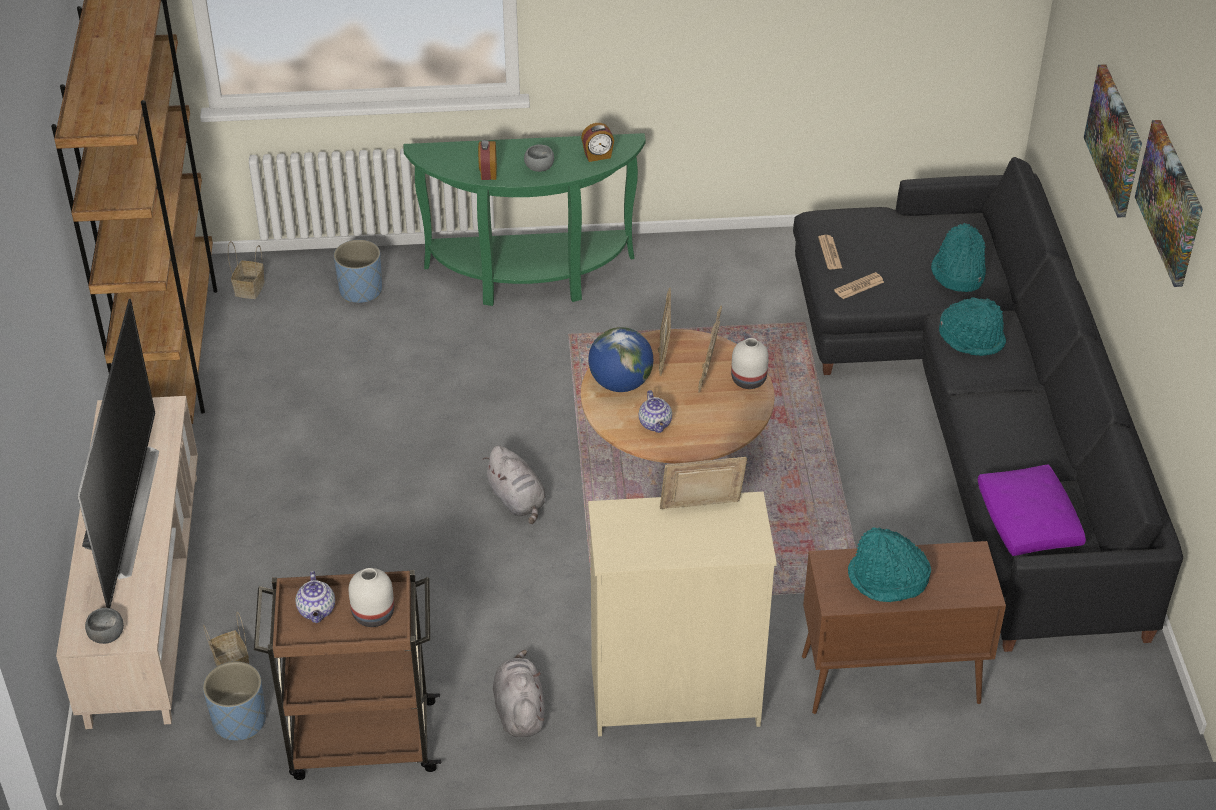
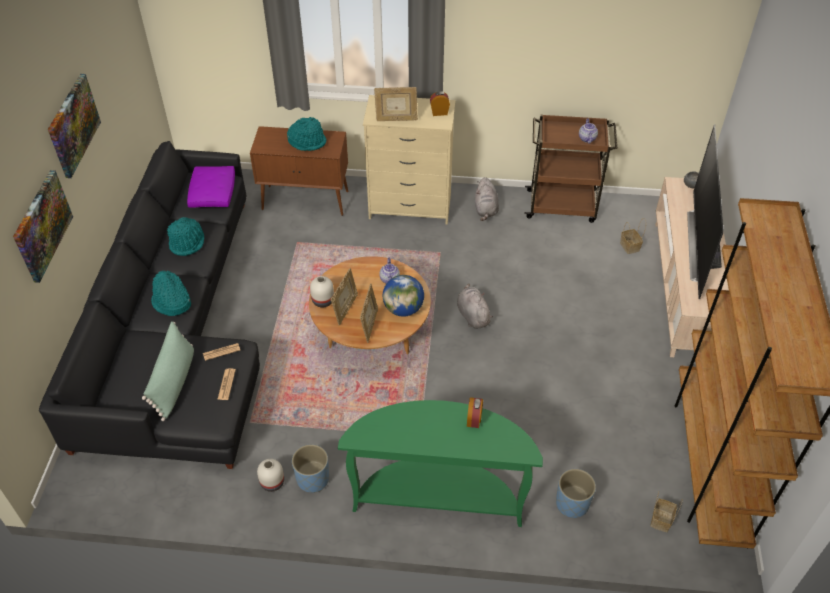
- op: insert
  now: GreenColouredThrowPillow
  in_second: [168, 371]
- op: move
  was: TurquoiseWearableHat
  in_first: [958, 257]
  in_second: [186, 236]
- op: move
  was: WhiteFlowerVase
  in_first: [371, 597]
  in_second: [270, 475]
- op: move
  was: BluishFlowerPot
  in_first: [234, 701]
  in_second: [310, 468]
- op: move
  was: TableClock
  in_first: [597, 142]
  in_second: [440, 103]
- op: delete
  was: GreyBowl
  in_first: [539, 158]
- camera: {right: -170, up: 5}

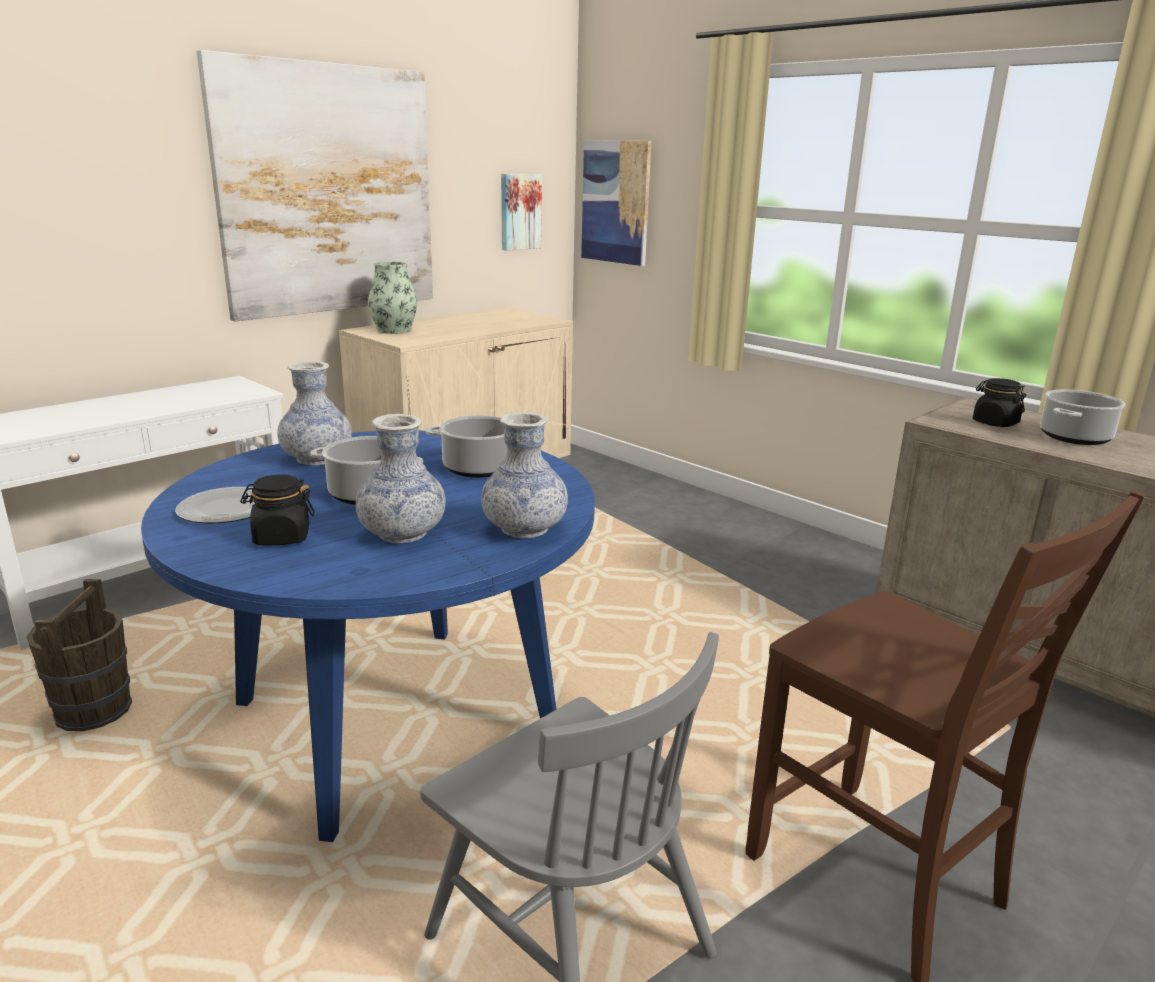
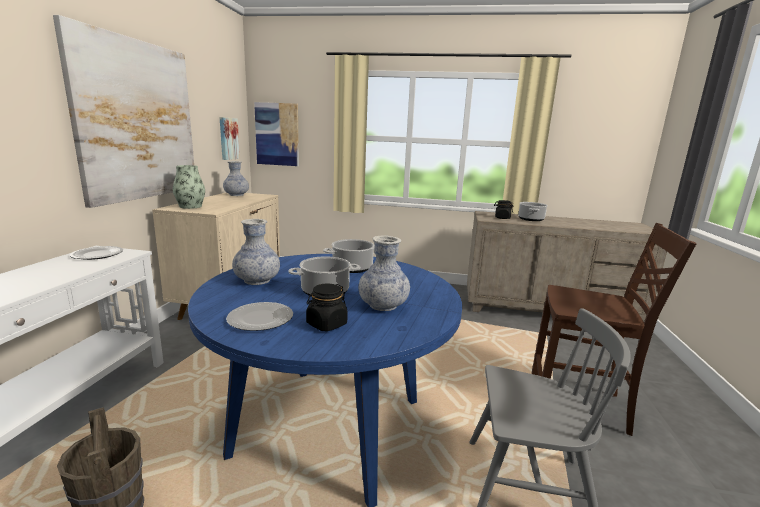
- op: insert
  now: Plate
  in_second: [96, 253]
- op: move
  was: FlowerVase
  in_first: [524, 475]
  in_second: [236, 178]
- camera: {right: -35, up: -5}

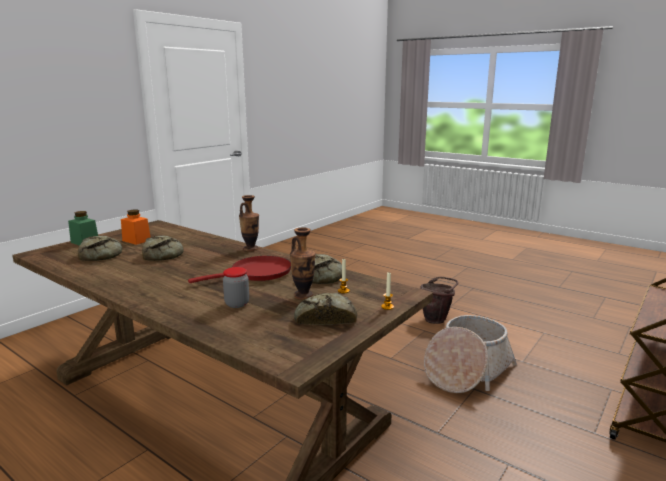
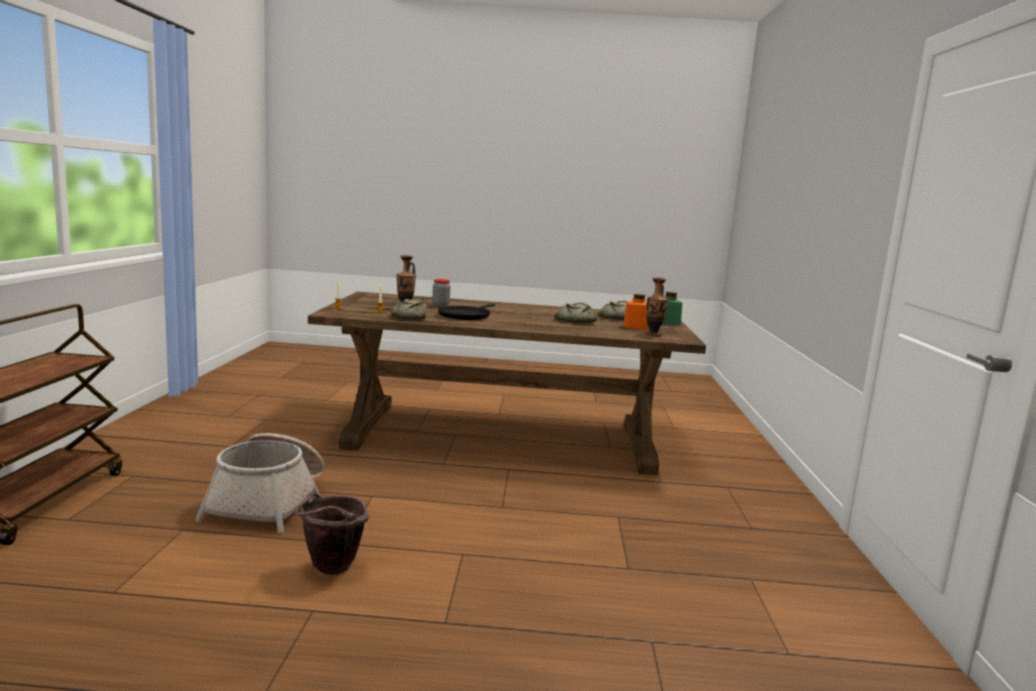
- op: recolor
  was: ReddishSkillet
  now: BlackishSkillet
  in_first: [239, 269]
  in_second: [466, 311]
- op: move
  was: FlowerVase
  in_first: [249, 223]
  in_second: [656, 306]
- op: delete
  was: BakeryBread
  in_first: [325, 309]
- camera: {right: 145, up: -5}

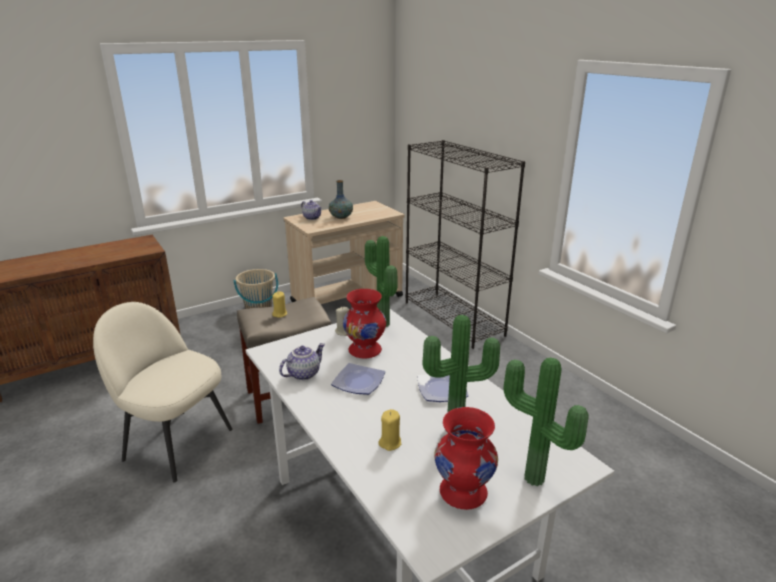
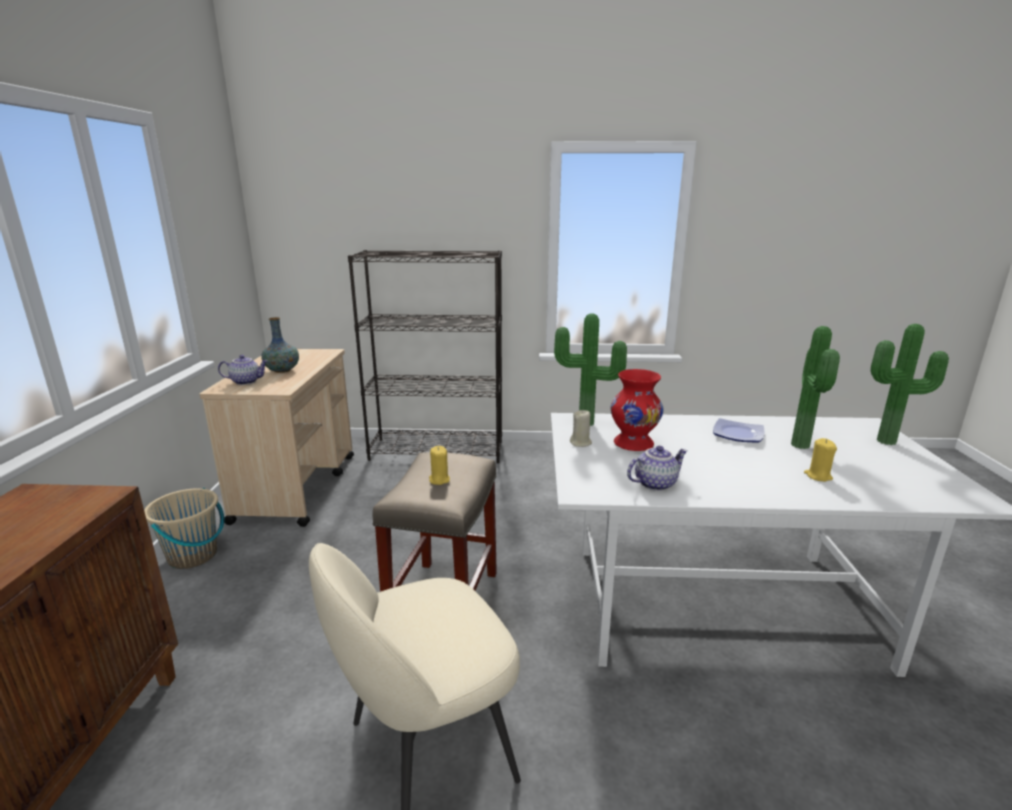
- op: rotate
  was: TeaPot
  in_first: [302, 361]
  in_second: [657, 468]
  clockwise: 75
- op: delete
  was: Plate
  in_first: [358, 379]
- op: delete
  was: ReddishFlowerVase
  in_first: [466, 458]
- camera: {right: -55, up: -5}

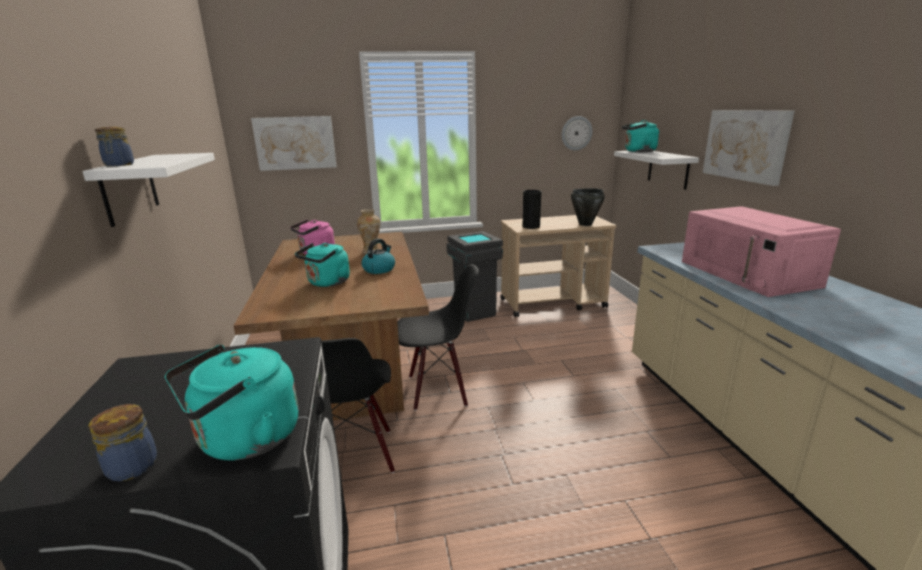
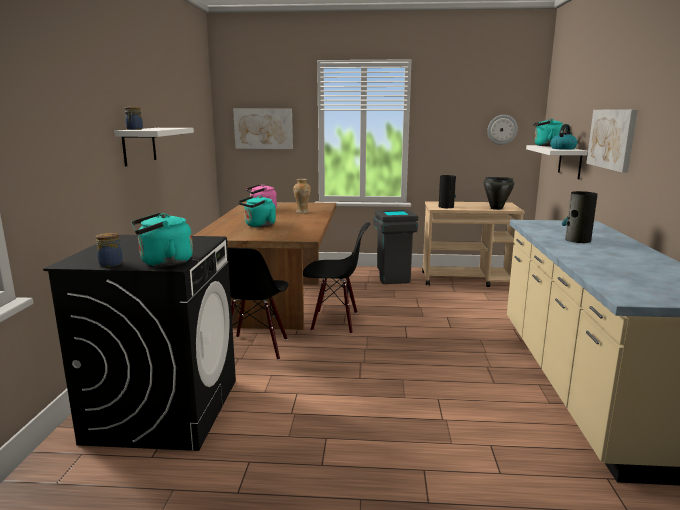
- op: move
  was: TeaKettle
  in_first: [378, 256]
  in_second: [564, 137]
- op: replace
  was: PinkKitchenMicrowave
  now: FlowerVase
  in_first: [761, 251]
  in_second: [580, 217]
- camera: {right: 15, up: -5}

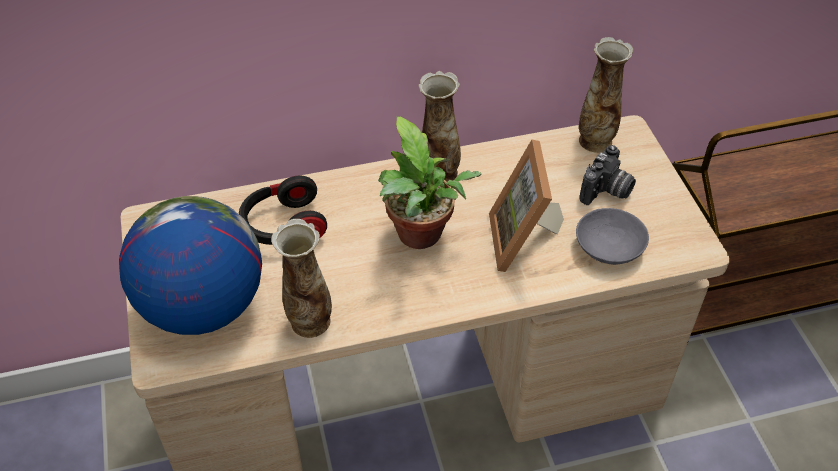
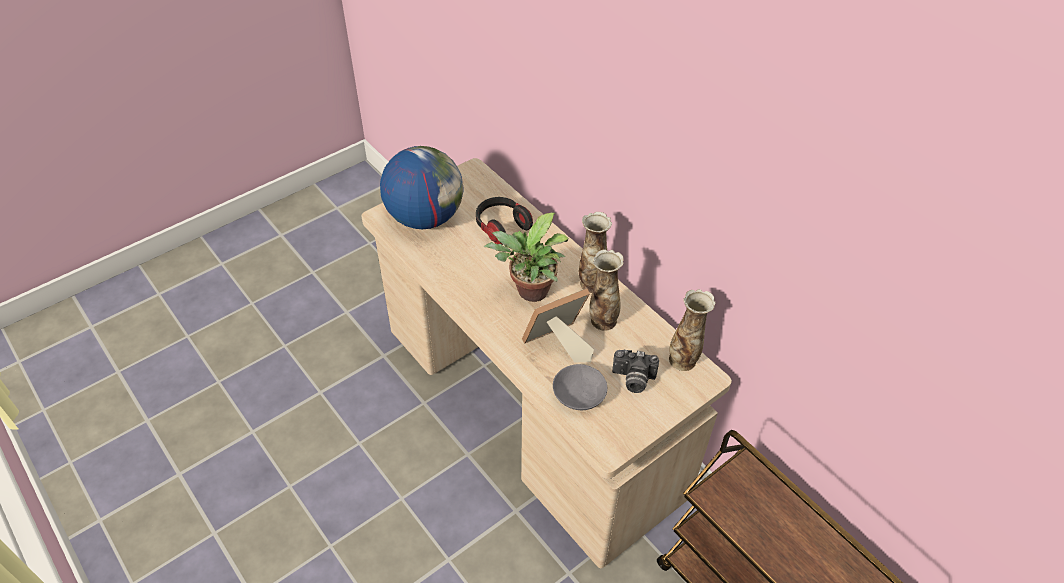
- op: move
  was: FlowerVase
  in_first: [301, 278]
  in_second: [606, 290]
- camera: {right: 65, up: 0}

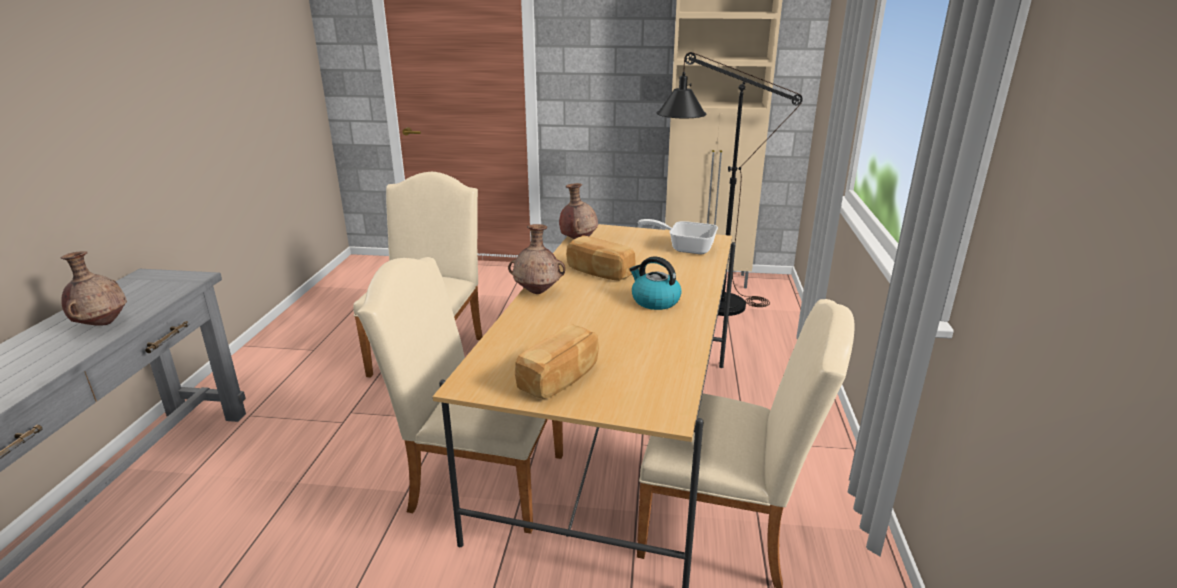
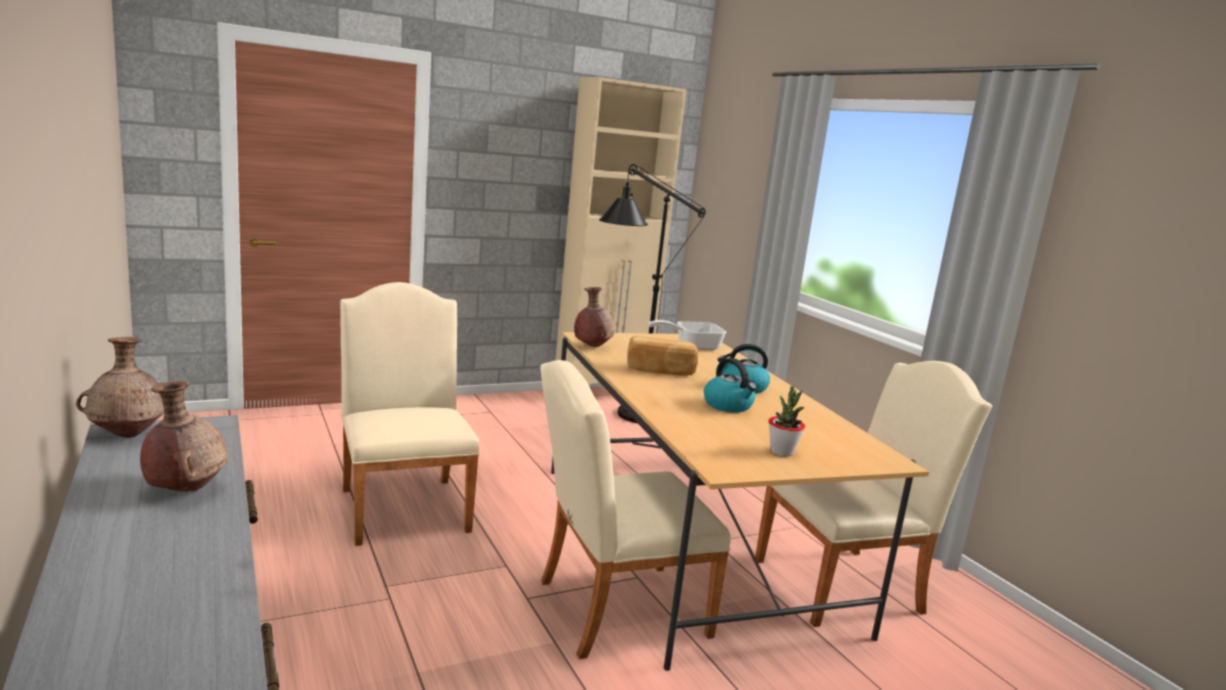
- op: move
  was: BrownishFlowerVase
  in_first: [536, 259]
  in_second: [120, 387]
- op: insert
  now: TeaKettle
  in_second: [730, 385]
- op: replace
  was: BakeryBread
  now: PottedPlant
  in_first: [557, 361]
  in_second: [786, 421]
- camera: {right: -35, up: -10}

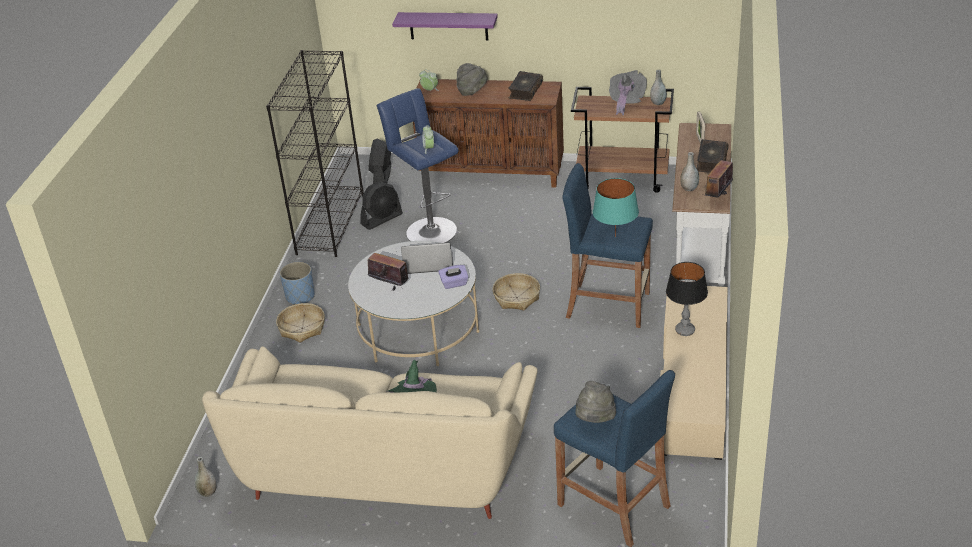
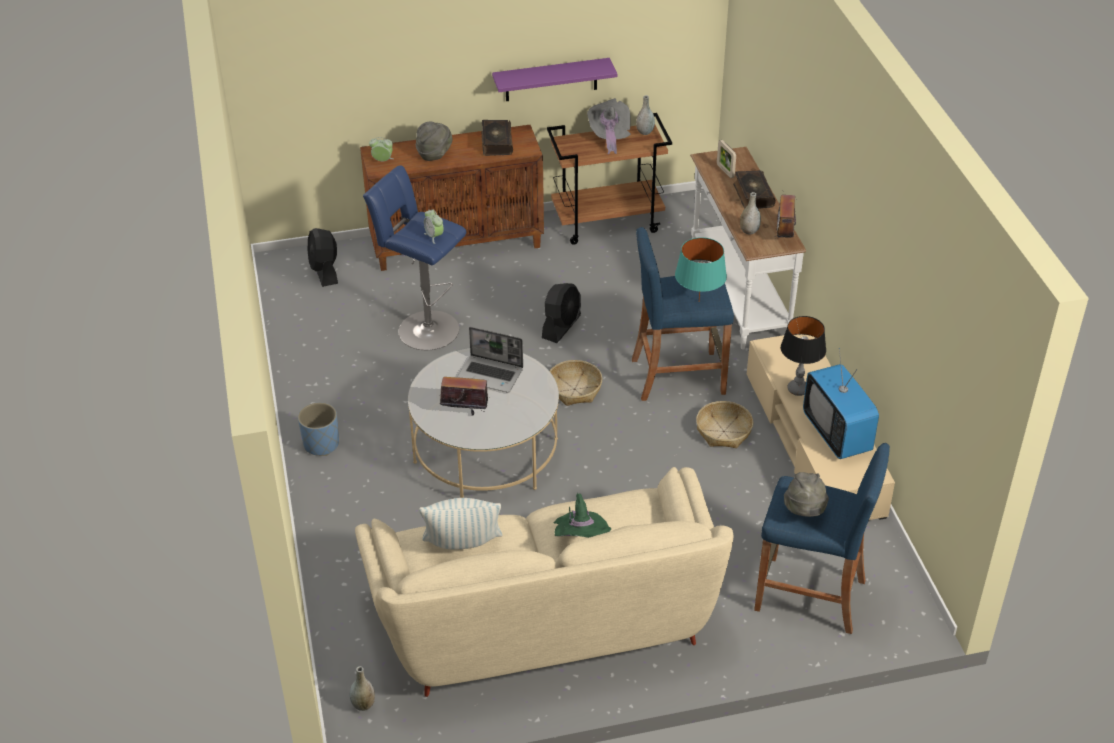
- op: insert
  now: ThrowPillow
  in_second: [460, 524]
- op: rotate
  was: PortableComputer
  in_first: [427, 258]
  in_second: [490, 360]
  clockwise: -135
- op: move
  was: PurpleBracketShelf
  in_first: [445, 26]
  in_second: [555, 79]
- op: move
  was: BlackishElectricFan
  in_first: [381, 206]
  in_second: [561, 313]
- op: move
  was: Basket
  in_first: [300, 323]
  in_second: [724, 424]
- op: insert
  now: TvSet
  in_second: [841, 403]
- op: delete
  was: BlackishBookshelf
  in_first: [315, 153]
- op: delete
  was: PurpleTissueHolder
  in_first: [453, 277]
- camera: {right: -25, up: 5}

